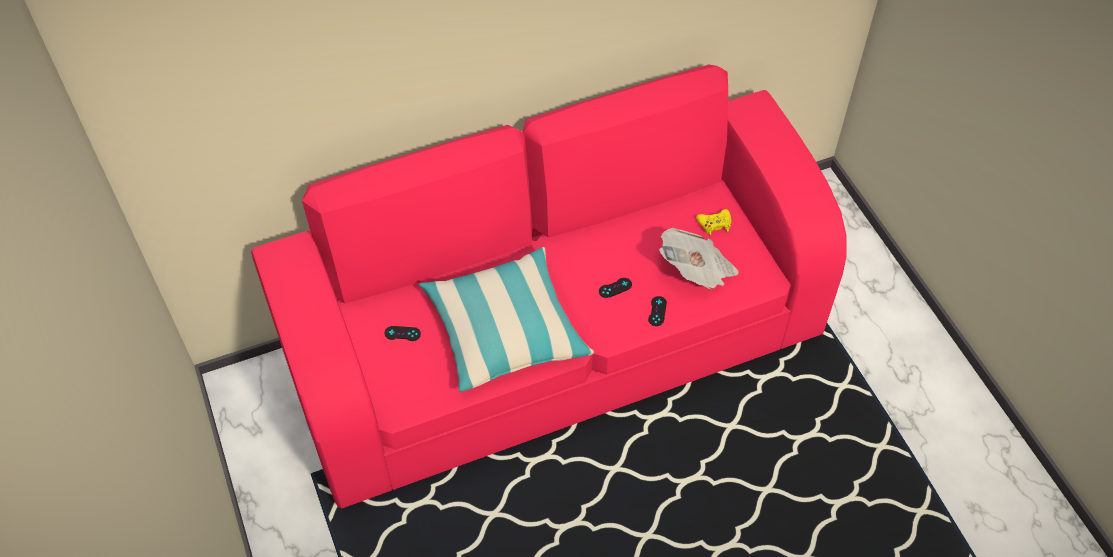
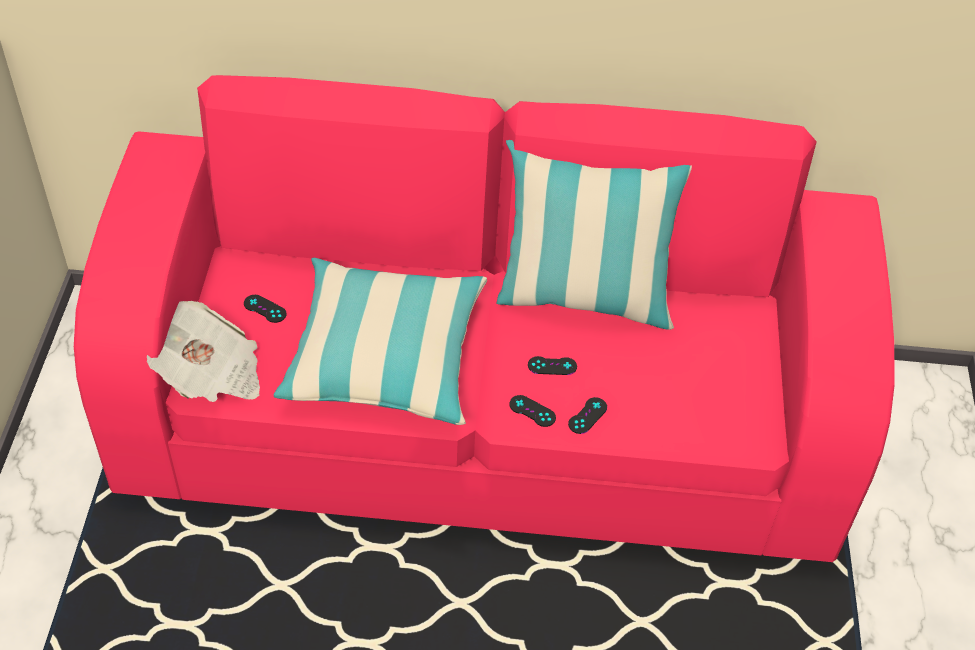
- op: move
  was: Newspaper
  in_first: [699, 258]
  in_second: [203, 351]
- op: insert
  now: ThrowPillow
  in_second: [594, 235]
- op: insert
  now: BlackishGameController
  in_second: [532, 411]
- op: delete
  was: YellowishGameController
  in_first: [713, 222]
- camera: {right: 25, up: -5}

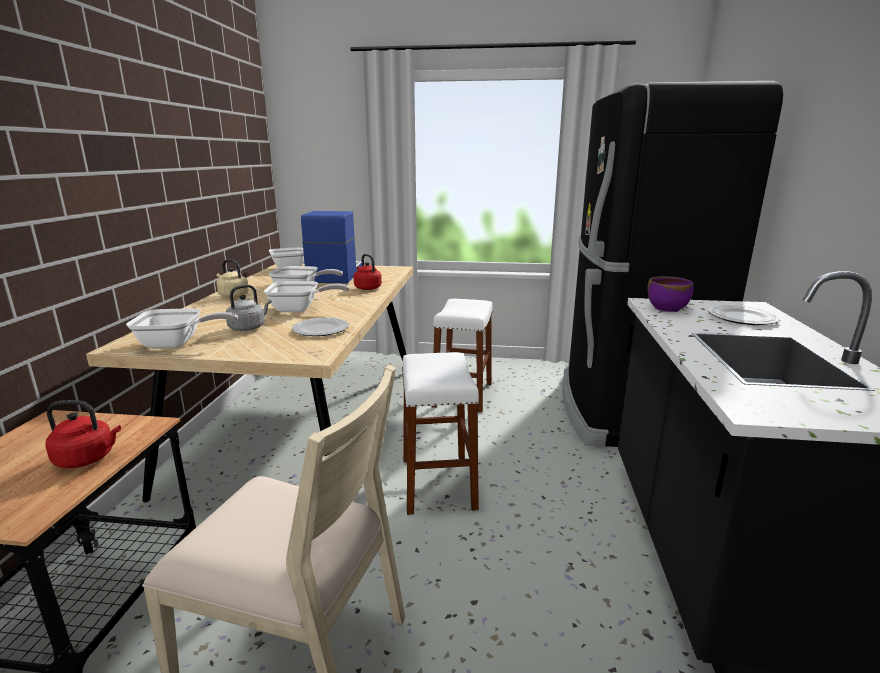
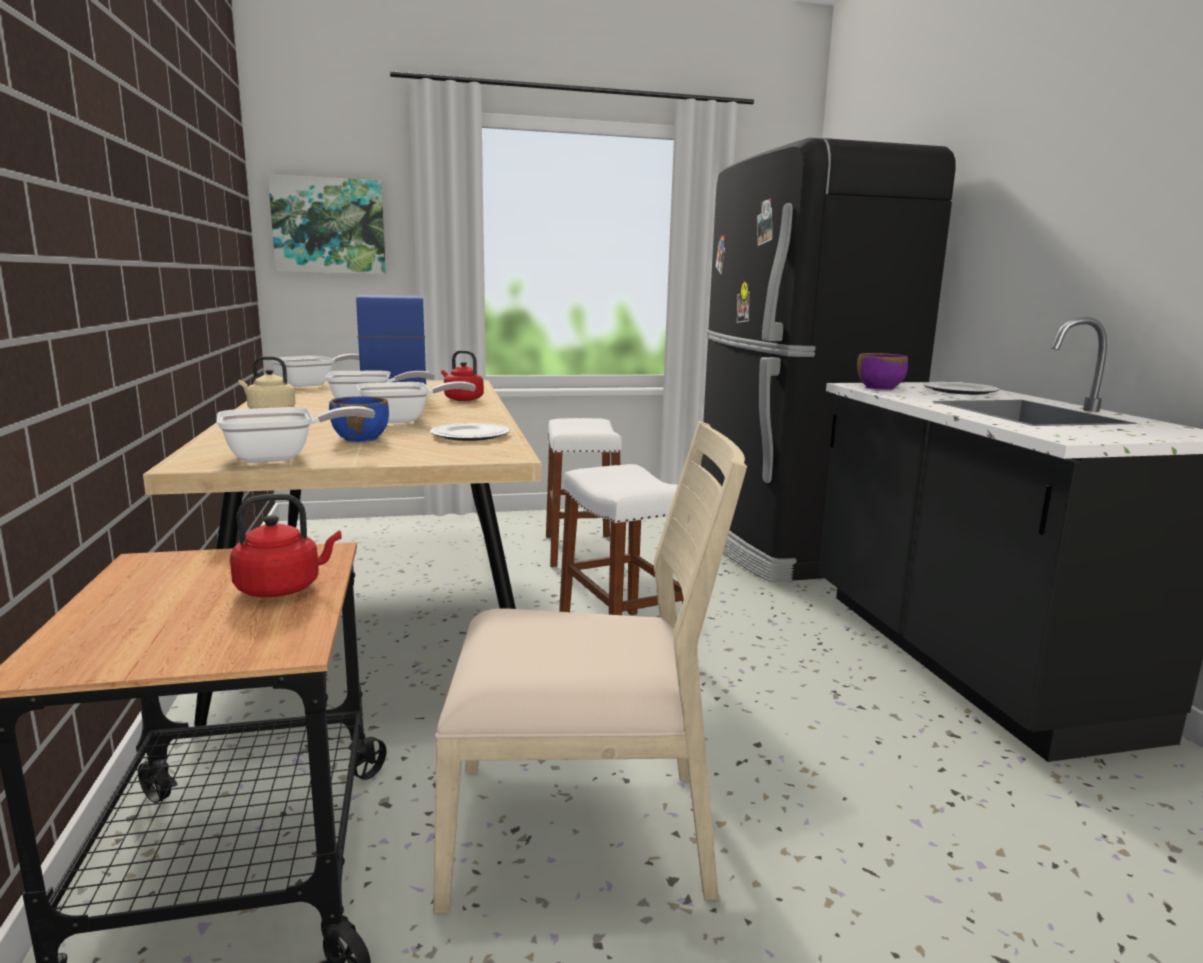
- op: insert
  now: Picture
  in_second: [327, 224]
- op: replace
  was: GreyTeaKettle
  now: BluishBowl
  in_first: [249, 308]
  in_second: [359, 419]
- camera: {right: -20, up: -5}

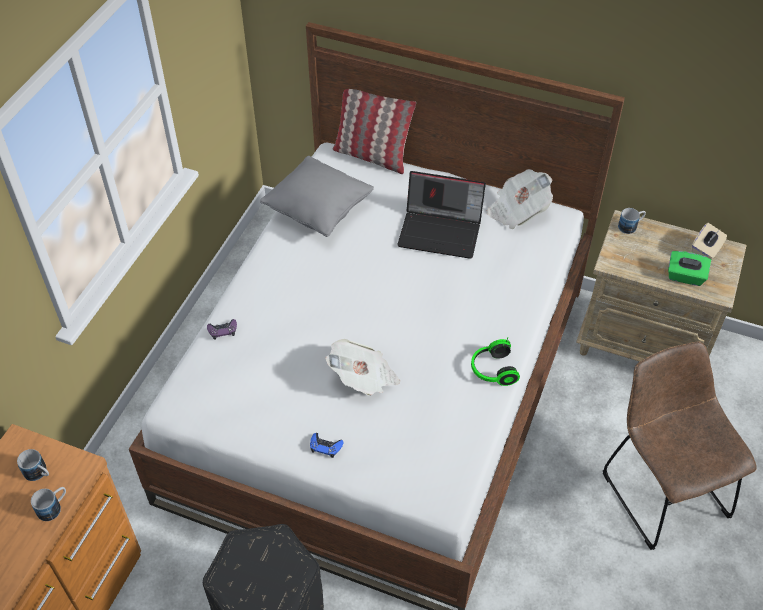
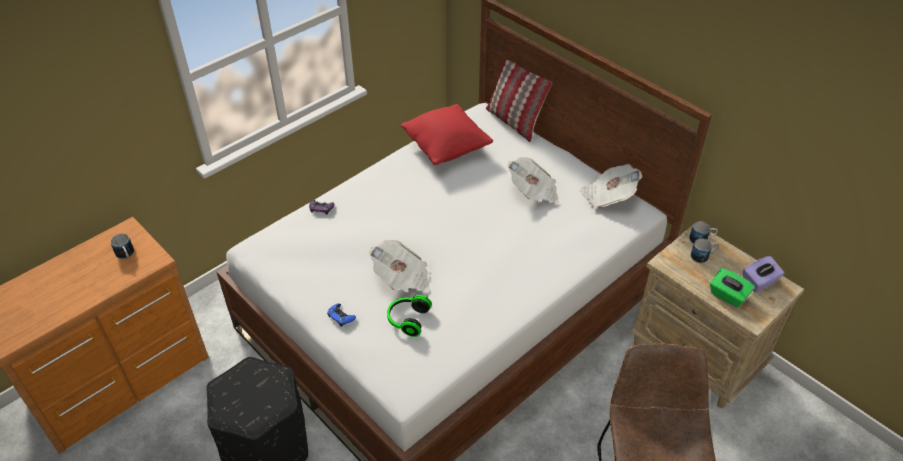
- op: move
  was: Headset
  in_first: [495, 361]
  in_second: [409, 316]
- op: recolor
  was: GreyThrowPillow
  now: ReddishThrowPillow
  in_first: [317, 196]
  in_second: [447, 134]
- op: replace
  was: PortableComputer
  now: Newspaper
  in_first: [441, 215]
  in_second: [533, 180]
- op: move
  was: Mug
  in_first: [48, 504]
  in_second: [704, 250]
- op: recolor
  was: SandColouredTissueHolder
  now: PurpleTissueHolder
  in_first: [709, 241]
  in_second: [763, 274]
- camera: {right: 25, up: -5}

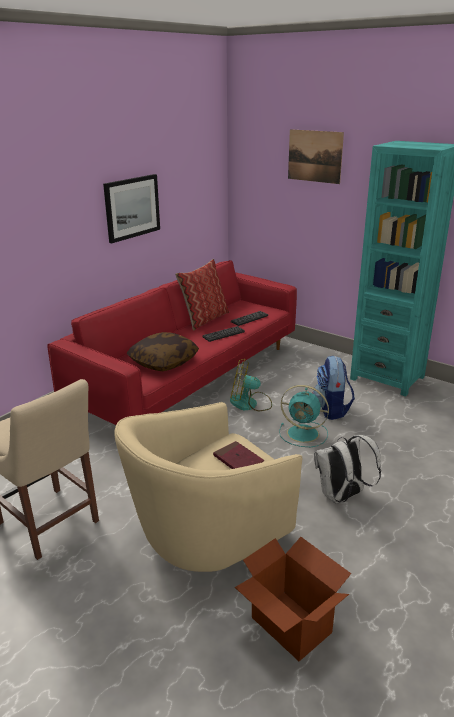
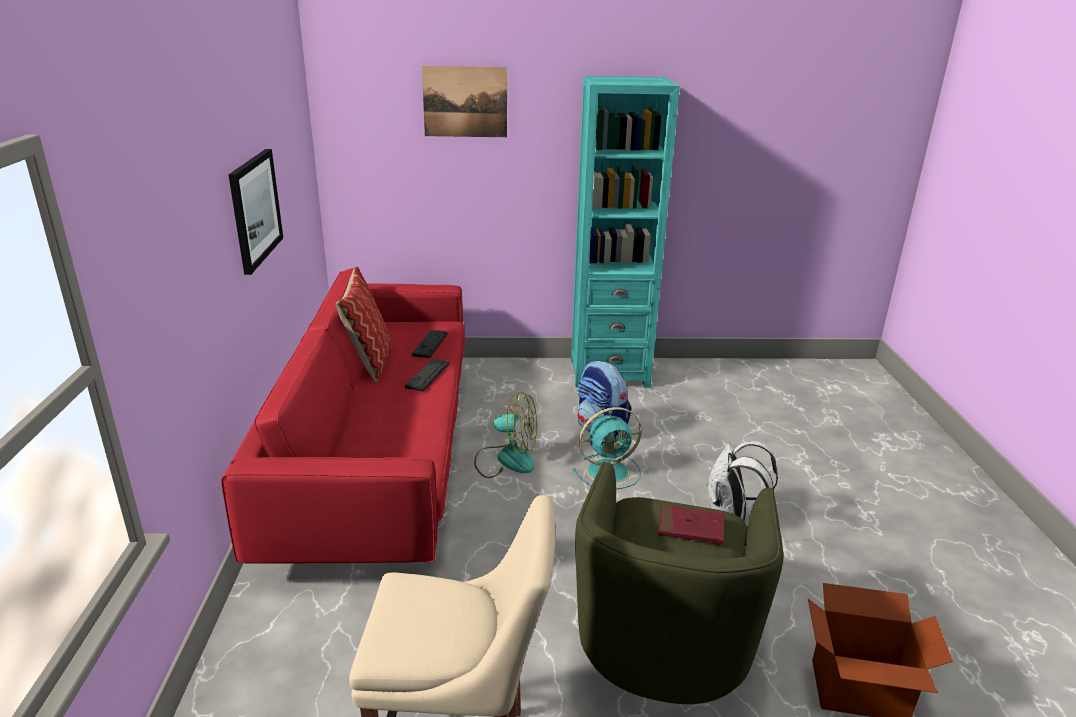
- op: rotate
  was: ElectricFan
  in_first: [251, 385]
  in_second: [505, 434]
  clockwise: -135
- op: recolor
  was: SandColouredLoungeChair
  now: GreenColouredLoungeChair
  in_first: [208, 487]
  in_second: [679, 583]
- op: delete
  was: ThrowPillow
  in_first: [162, 351]
- camera: {right: -40, up: 0}

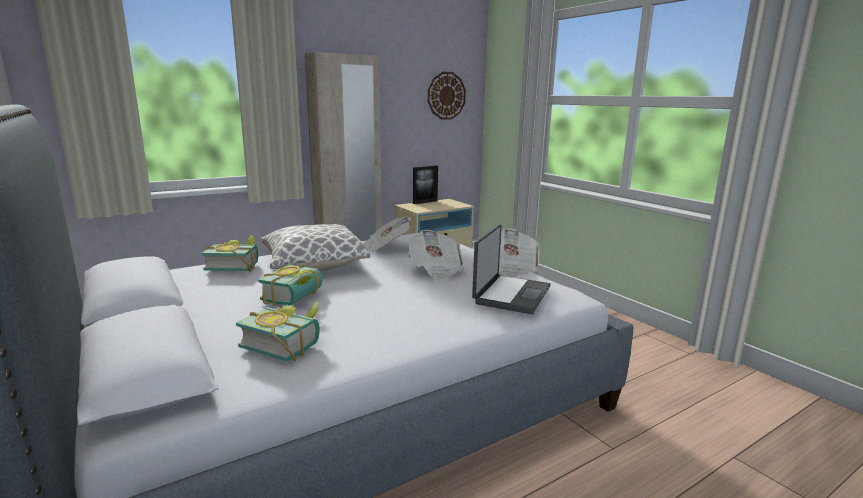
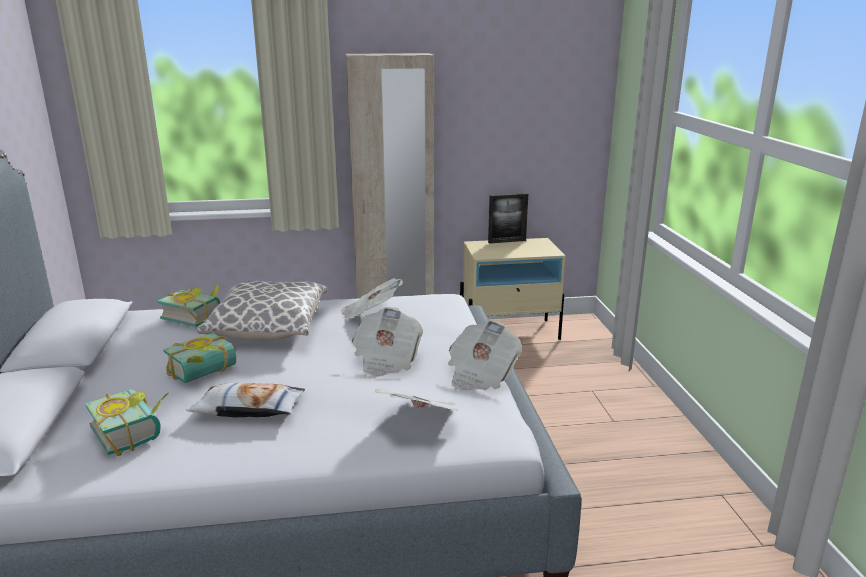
- op: insert
  now: ThrowPillow
  in_second: [246, 400]
- op: replace
  was: PortableComputer
  now: Newspaper
  in_first: [511, 269]
  in_second: [417, 400]
- op: delete
  was: ClockOnTheWall
  in_first: [447, 96]
- camera: {right: 25, up: 5}

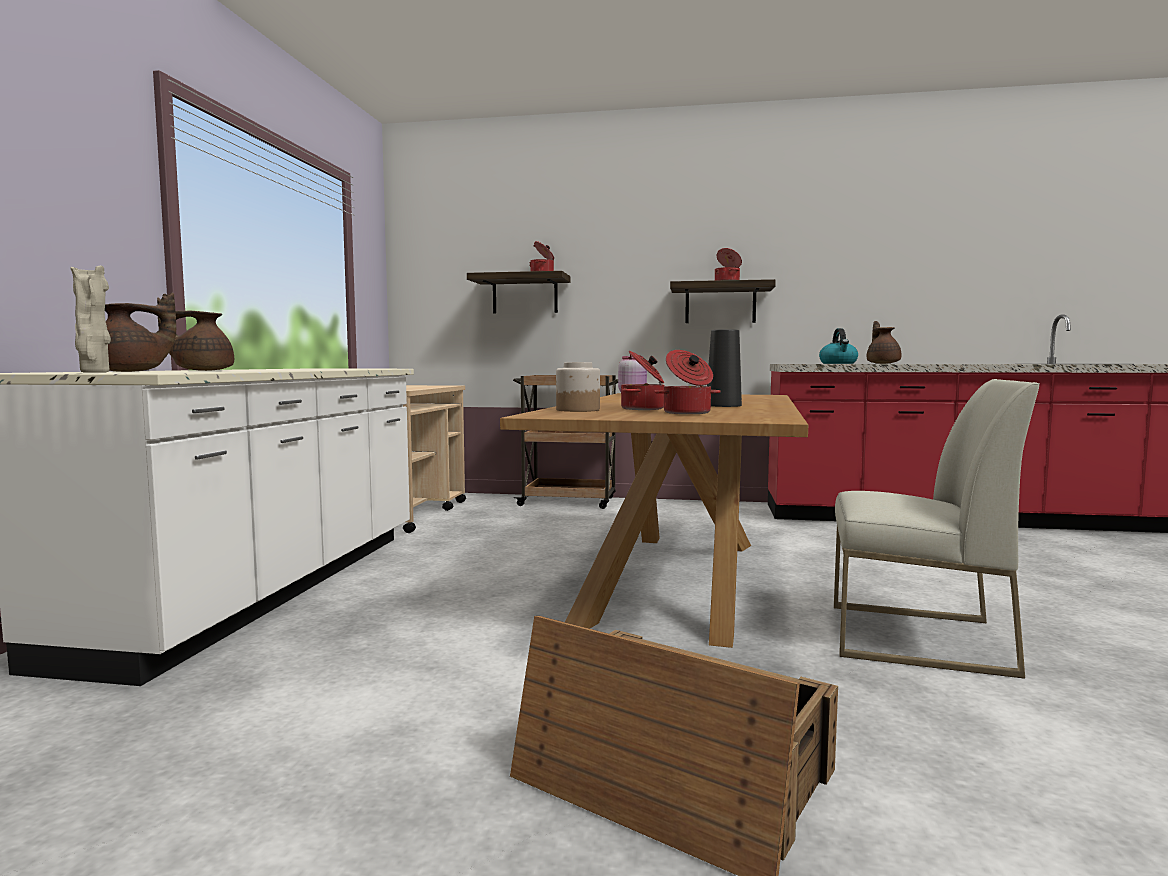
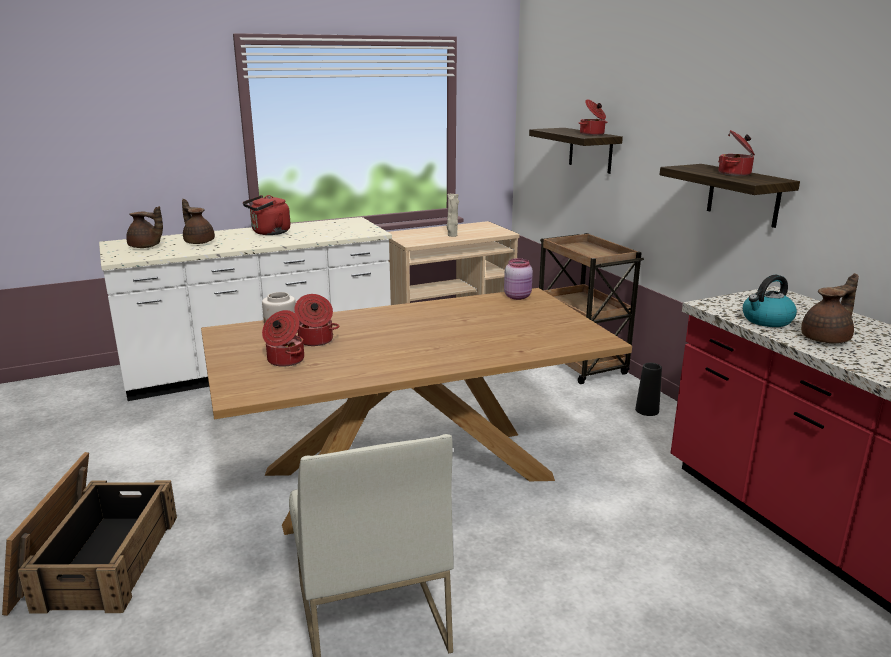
- op: insert
  now: ReddishTeaKettle
  in_second: [267, 215]
- op: move
  was: SandColouredFlowerVase
  in_first: [90, 319]
  in_second: [453, 215]
- op: move
  was: BlackishFlowerVase
  in_first: [724, 368]
  in_second: [648, 389]
- camera: {right: 55, up: 15}

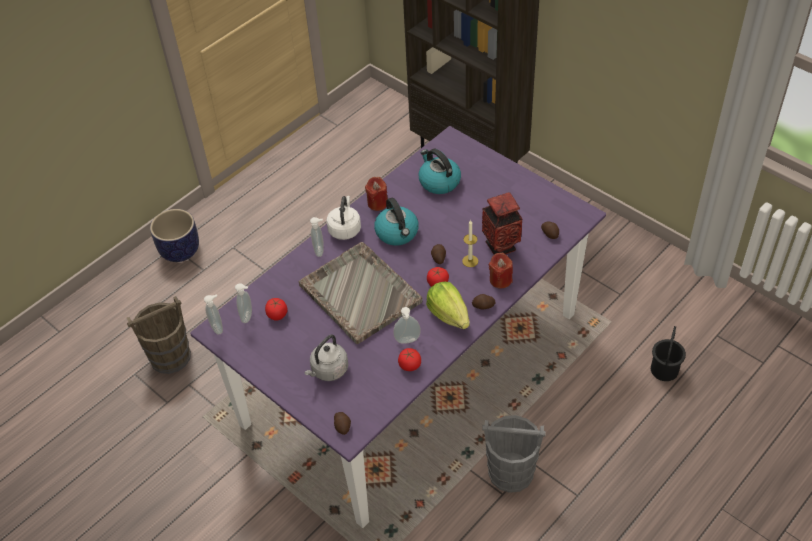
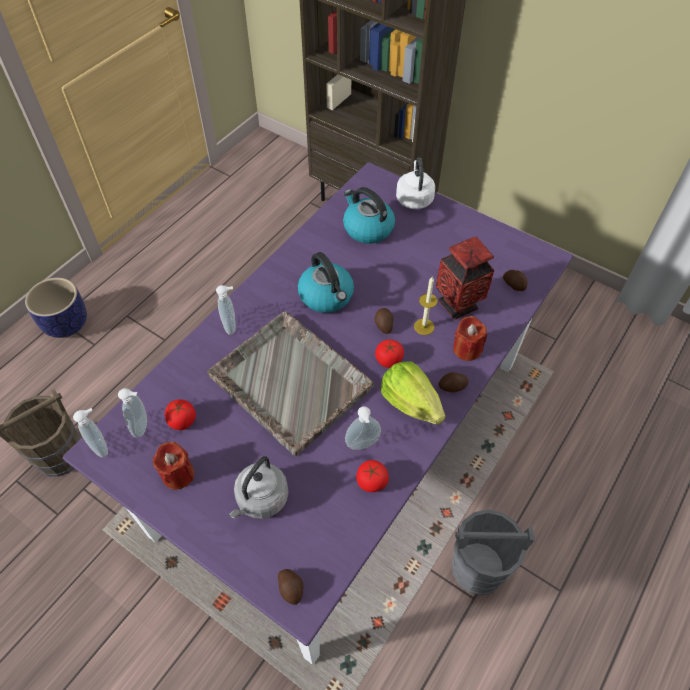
- op: move
  was: ReddishCandle
  in_first: [376, 194]
  in_second: [173, 466]
- op: move
  was: WhiteTeaKettle
  in_first: [344, 218]
  in_second: [415, 183]
- op: delete
  was: BlackishBucket
  in_first: [668, 353]
- camera: {right: -10, up: 5}

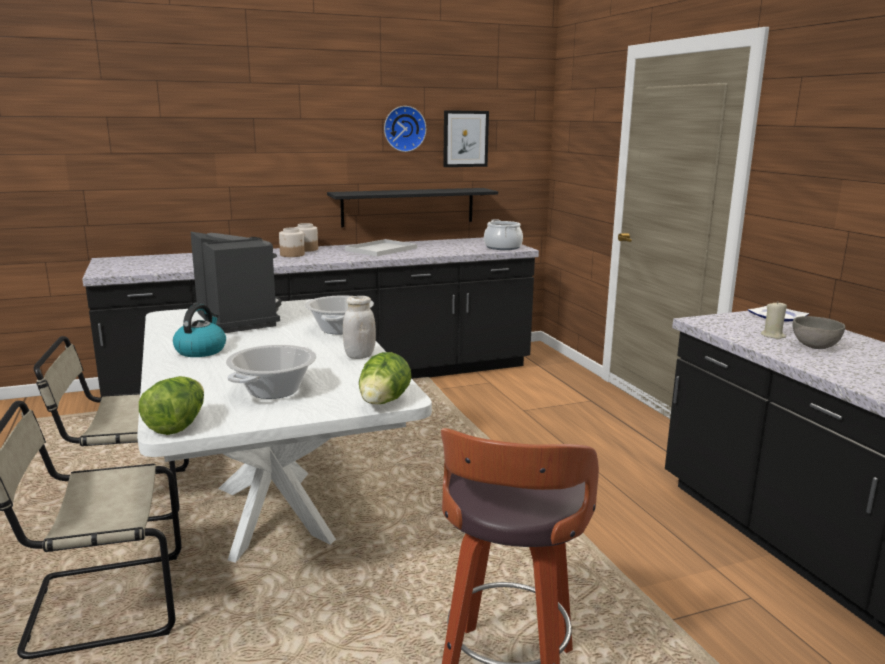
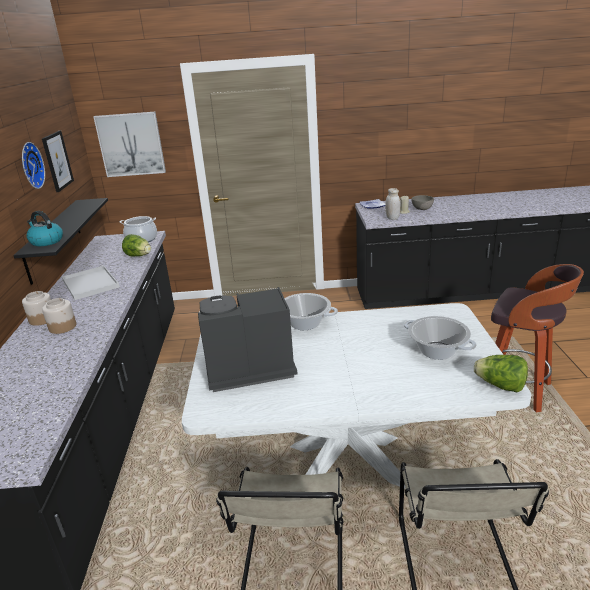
- op: move
  was: TeaKettle
  in_first: [199, 330]
  in_second: [44, 228]
- op: insert
  now: Picture
  in_second: [129, 144]
- op: move
  was: LettuceHead
  in_first: [385, 378]
  in_second: [136, 245]
- op: move
  was: WhiteStorageJar
  in_first: [359, 327]
  in_second: [392, 204]
- camera: {right: -70, up: 10}

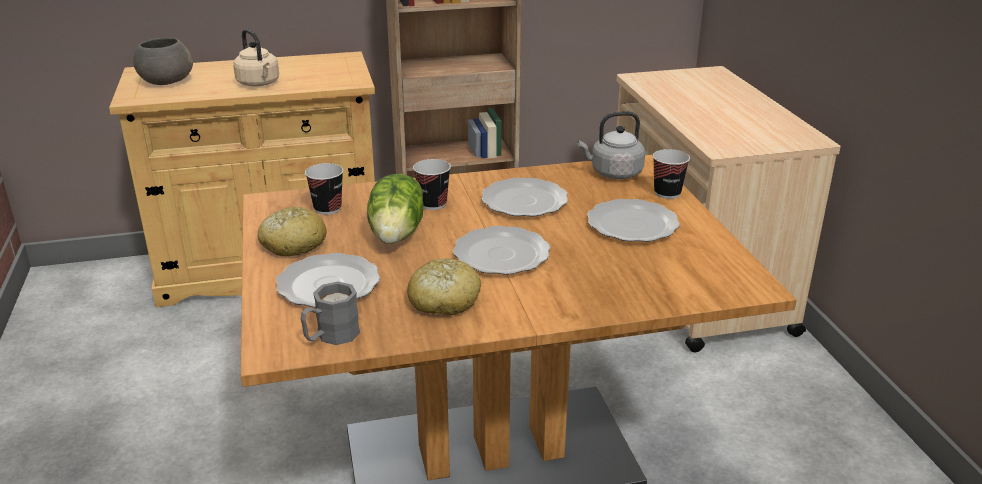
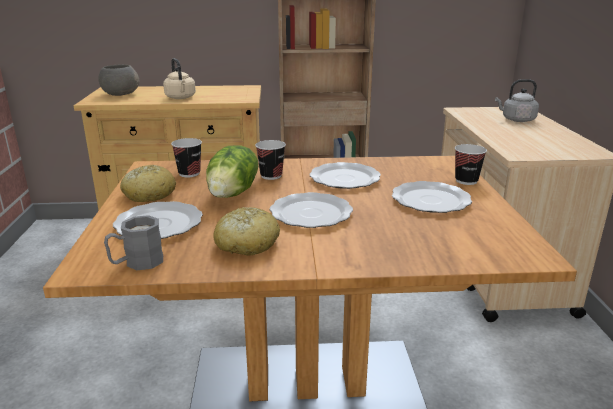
- op: move
  was: GreyTeaKettle
  in_first: [611, 145]
  in_second: [517, 100]
- camera: {right: 10, up: -5}

